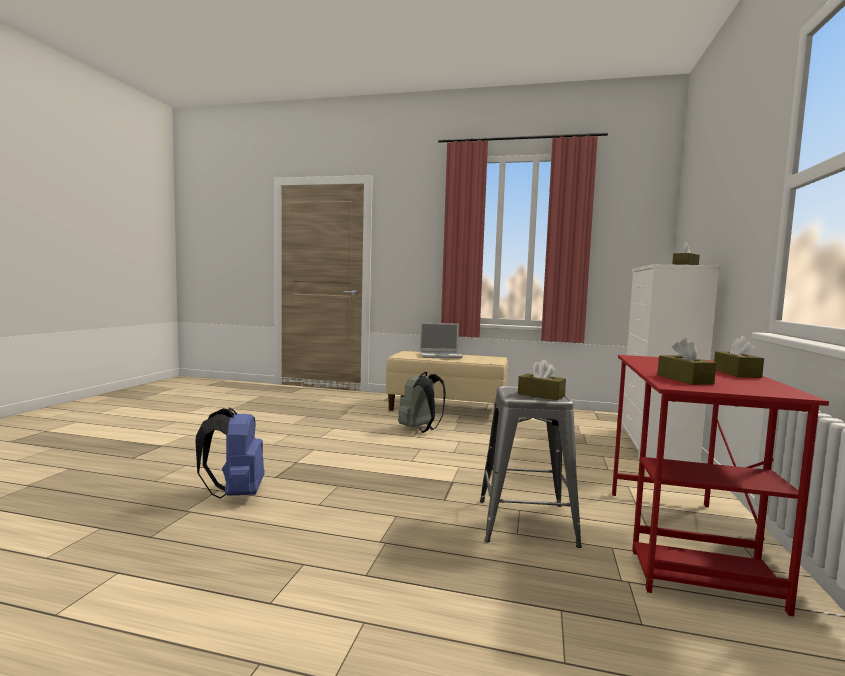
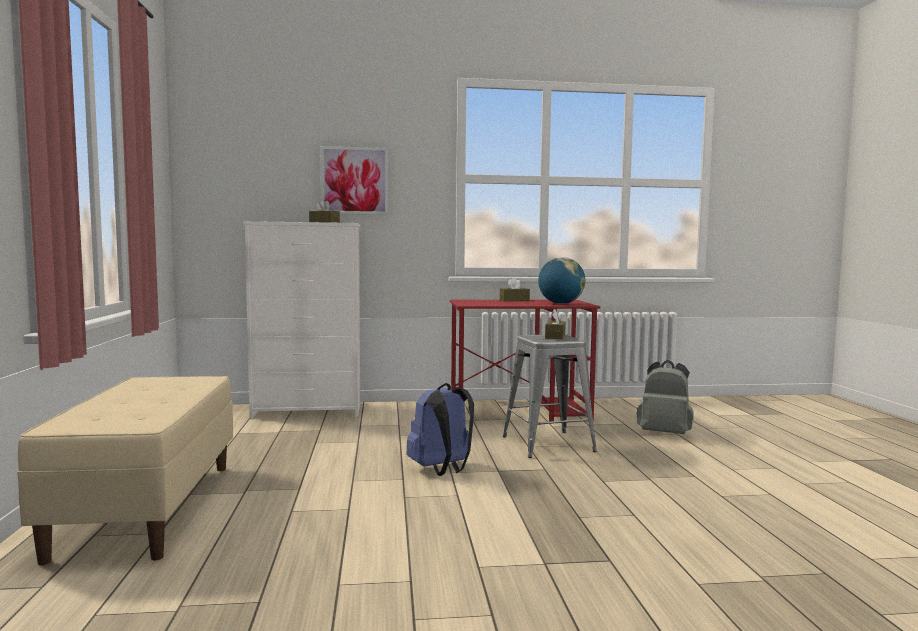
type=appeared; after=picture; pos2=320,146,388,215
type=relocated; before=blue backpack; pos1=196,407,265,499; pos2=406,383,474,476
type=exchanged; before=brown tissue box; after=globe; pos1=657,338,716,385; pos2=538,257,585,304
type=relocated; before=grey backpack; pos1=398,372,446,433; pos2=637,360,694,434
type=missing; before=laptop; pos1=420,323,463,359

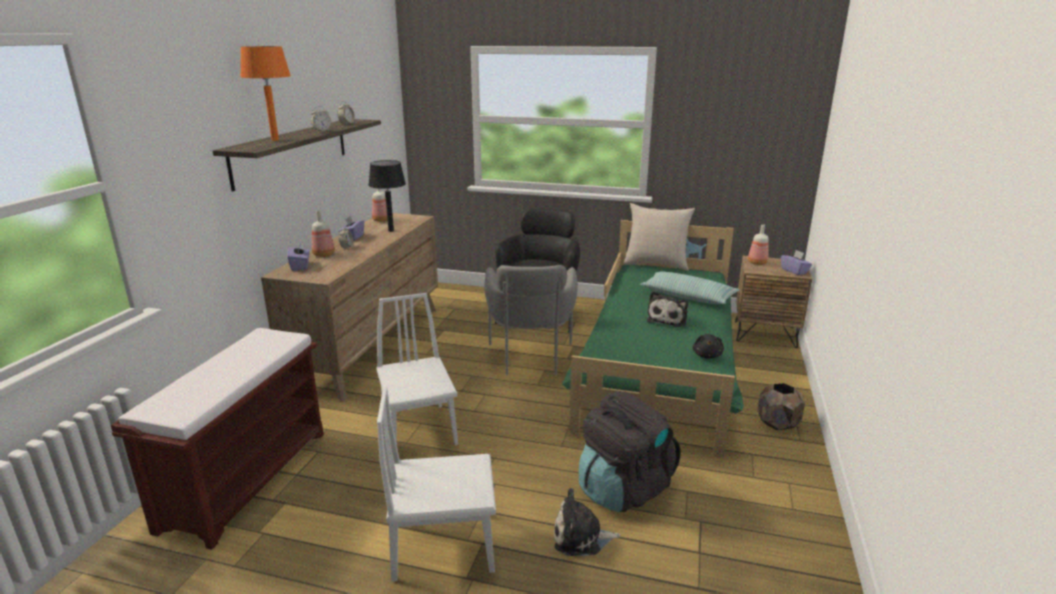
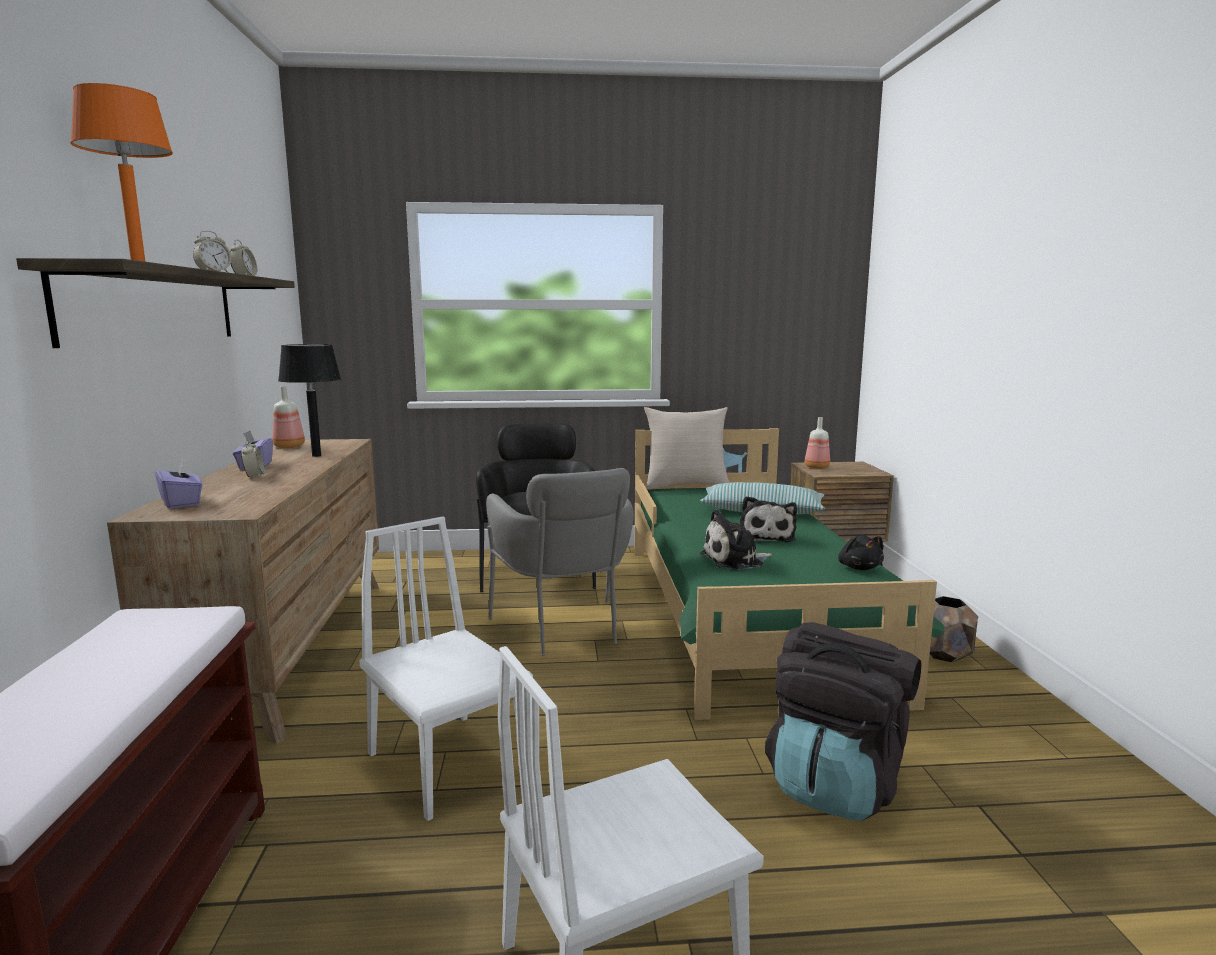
type=relocated; before=plush toy; pos1=554,488,621,556; pos2=700,509,772,570
type=missing; before=bottle; pos1=312,210,335,257
type=missing; before=purple tissue box; pos1=781,250,812,275

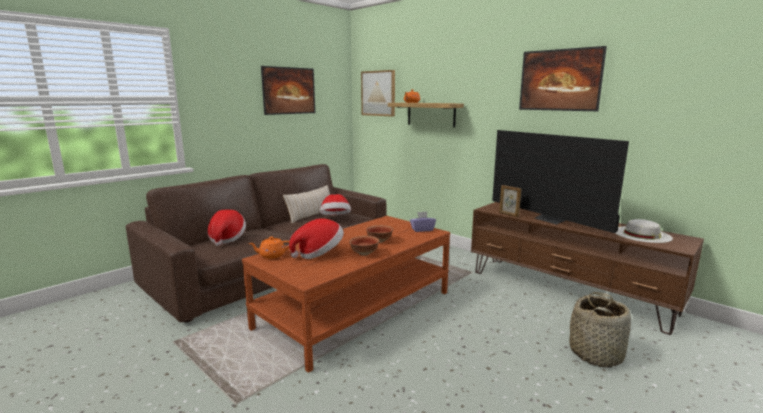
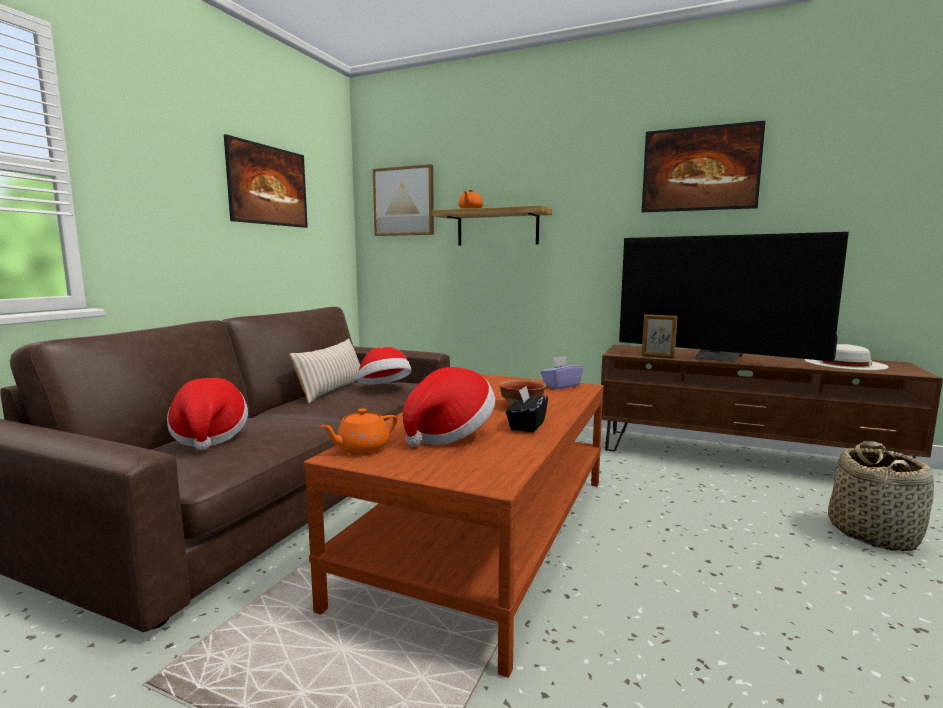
type=exchanged; before=bowl; after=black tissue box; pos1=349,236,379,256; pos2=506,386,548,432

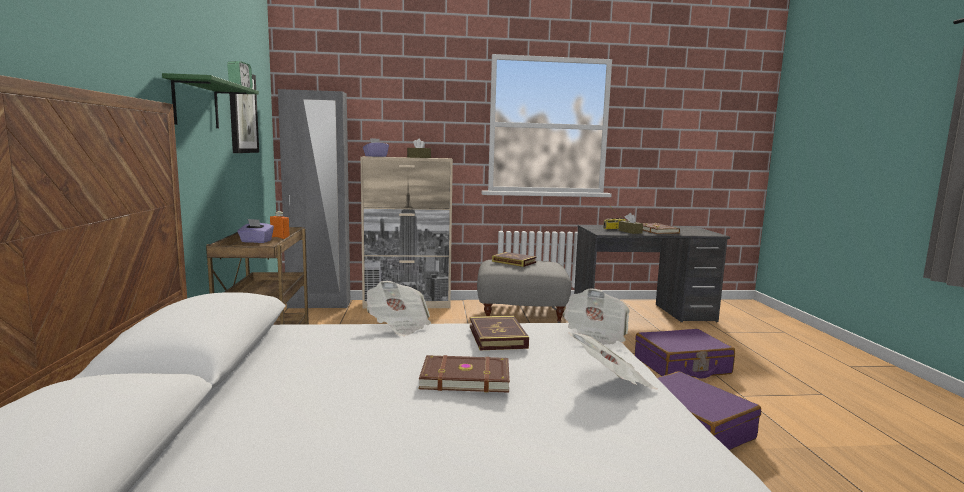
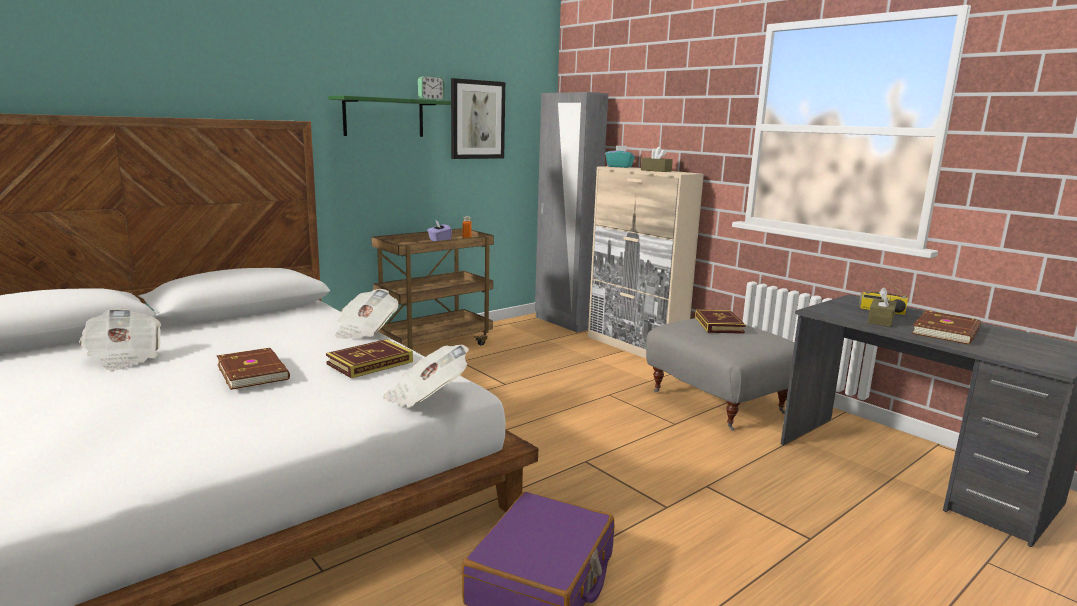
type=relocated; before=newspaper; pos1=569,333,657,389; pos2=79,308,161,371
type=colour; before=purple tissue box; after=turquoise tissue box; pos1=363,138,389,157; pos2=605,145,635,168
type=missing; before=purple suitcase; pos1=635,329,735,379

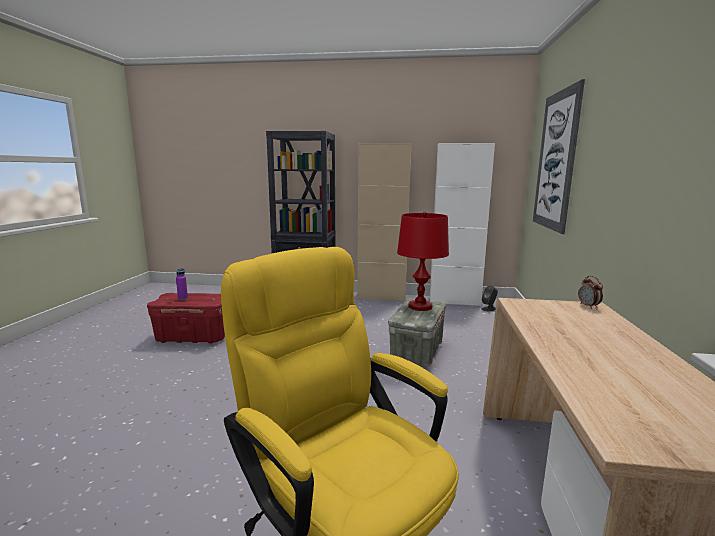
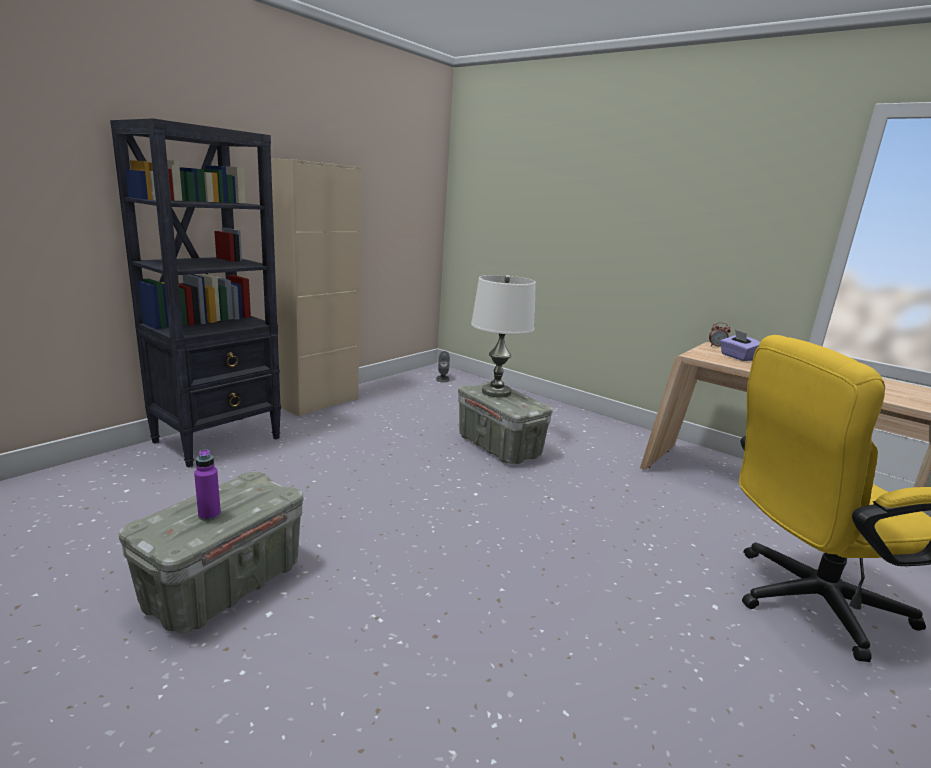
type=colour; before=red storage box; after=grey storage box; pos1=147,293,225,344; pos2=118,471,303,633
type=colour; before=red table lamp; after=white table lamp; pos1=397,212,449,311; pos2=471,275,536,398
type=appeared; after=purple tissue box; pos2=720,330,760,361
type=missing; before=white cabinet; pos1=430,143,495,306
type=missing; before=picture; pos1=533,79,585,234

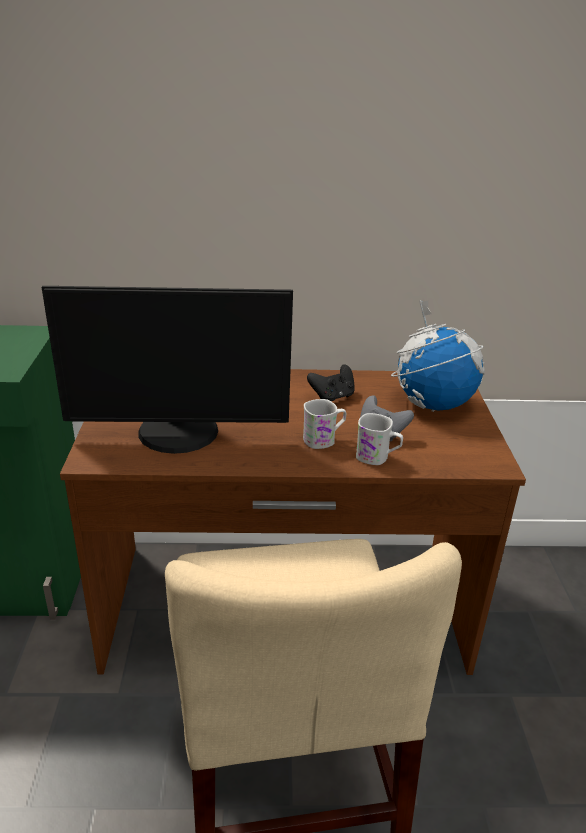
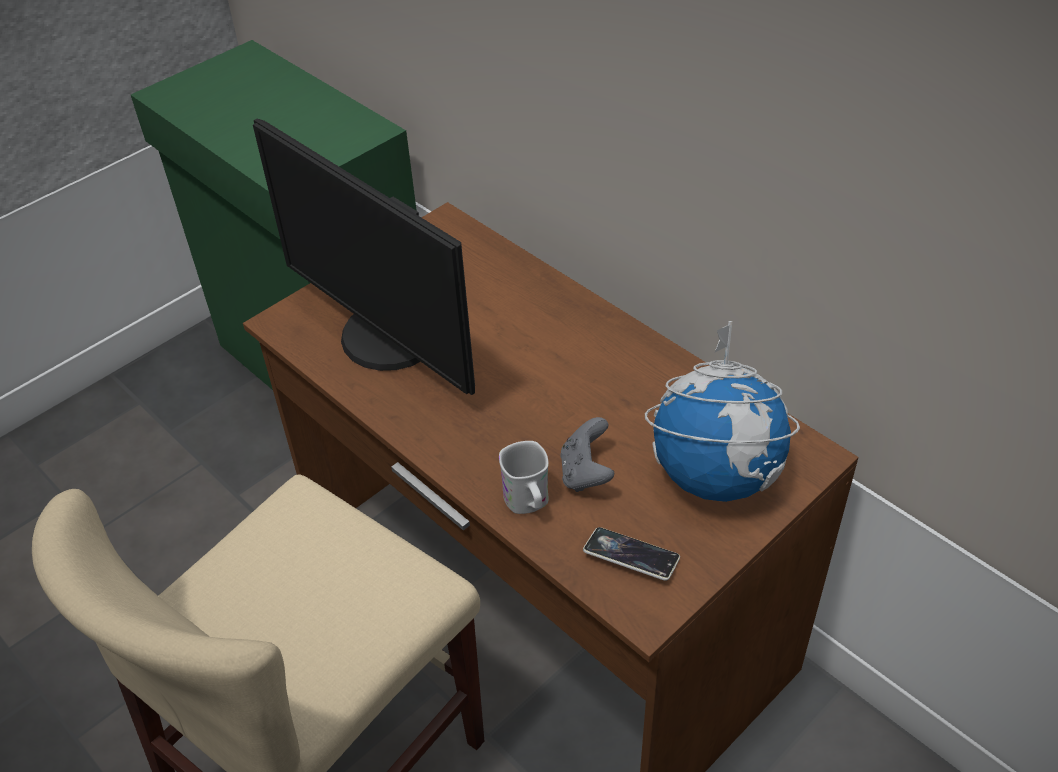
type=appeared; after=phone; pos2=583,527,680,581
type=missing; before=white mug; pos1=303,399,346,449
type=missing; before=black game controller; pos1=307,364,355,401

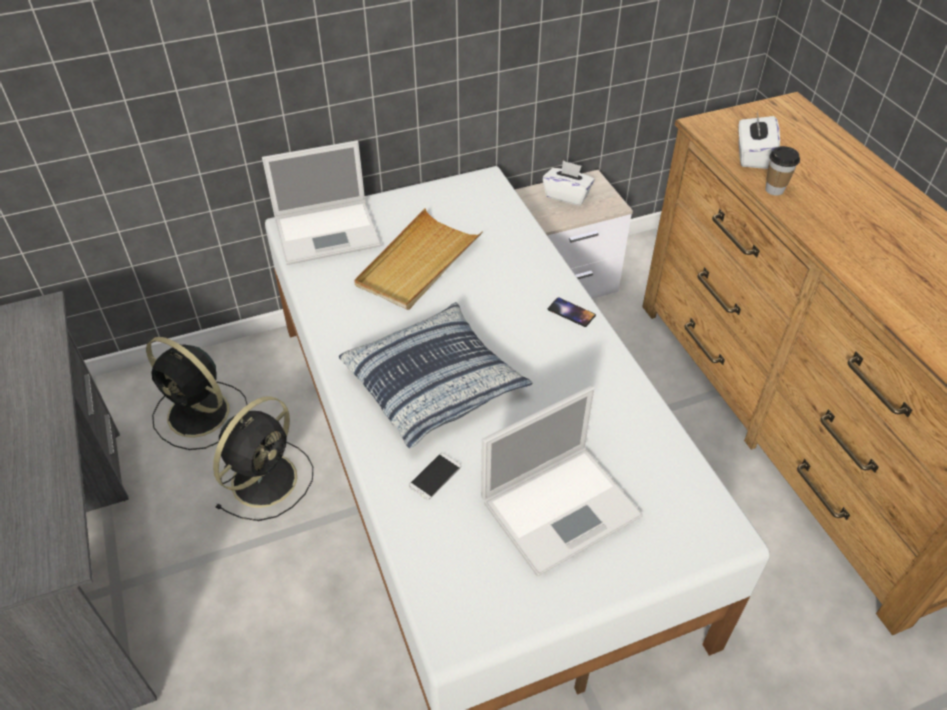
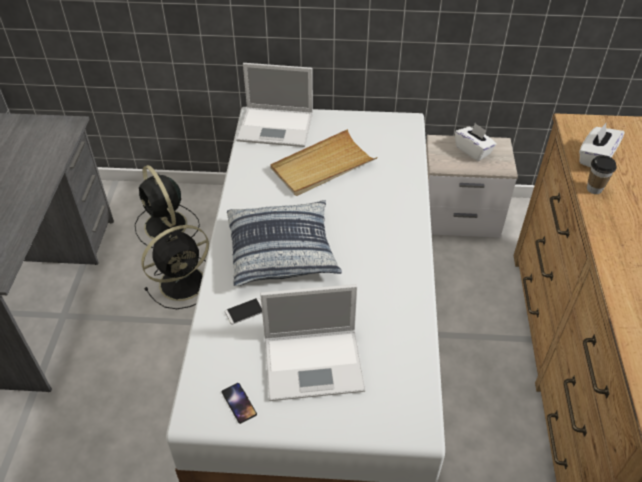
type=relocated; before=phone; pos1=548,297,596,327; pos2=222,383,257,424

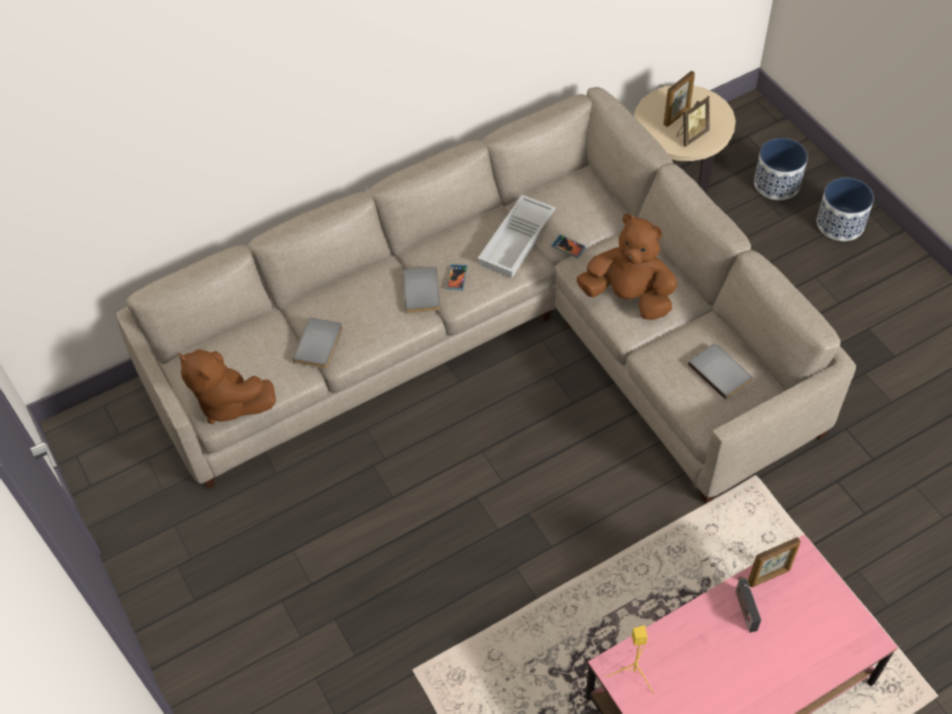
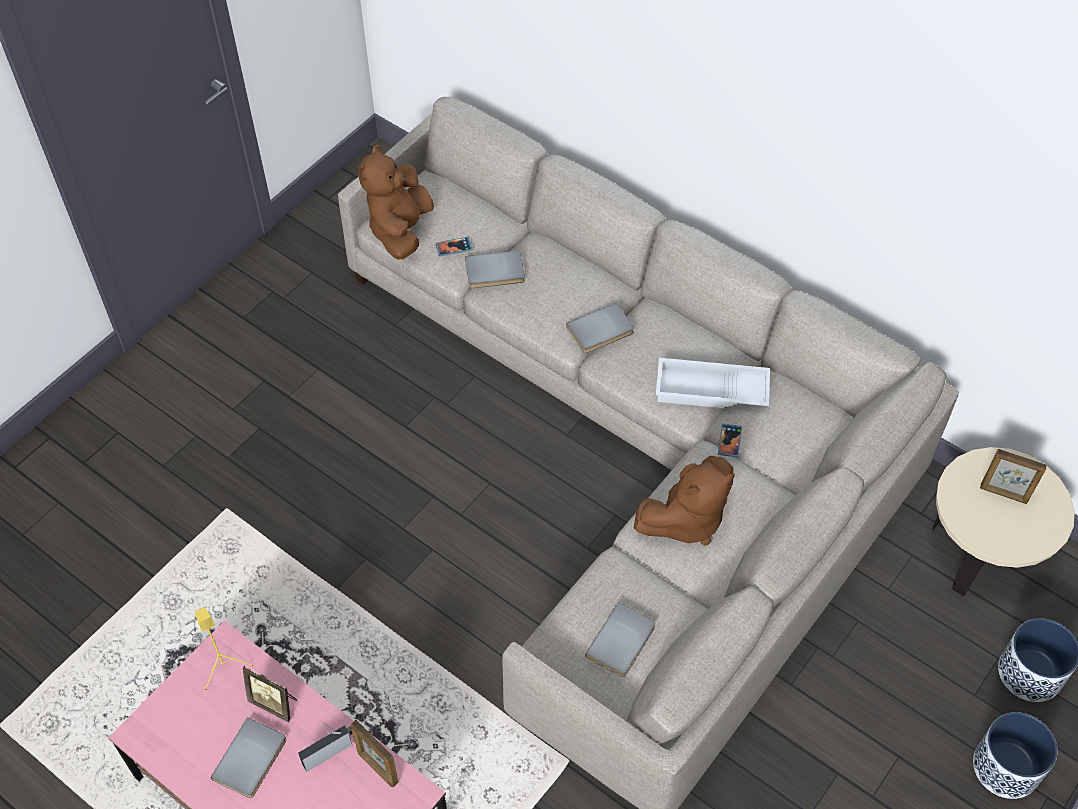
type=appeared; after=grey book; pos2=210,717,286,798
type=relocated; before=picture frame; pos1=676,96,710,147; pos2=243,665,297,722
type=relocated; before=phone; pos1=446,264,467,290; pos2=435,237,473,256
type=spun; before=brown plush toy; pos1=576,214,677,320; pos2=634,456,735,546; turn=60

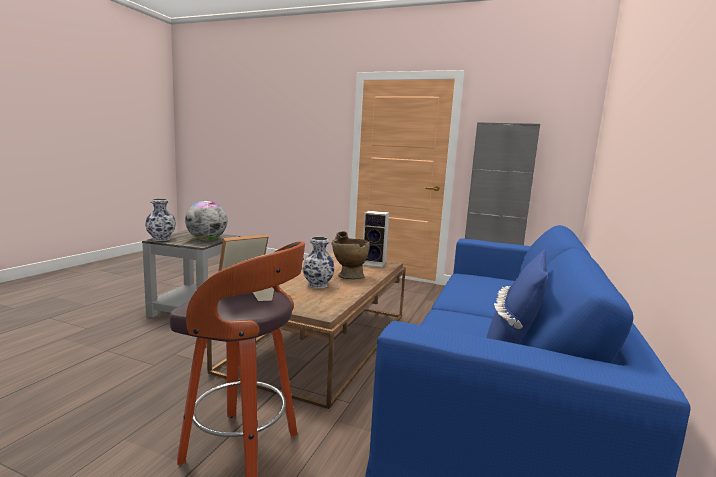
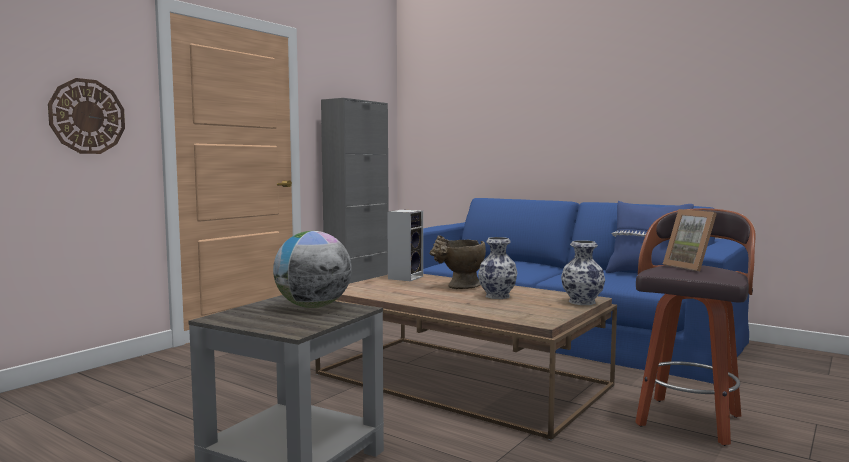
type=appeared; after=wall clock; pos2=48,78,125,154
type=relocated; before=vase; pos1=145,198,176,241; pos2=561,240,605,305

